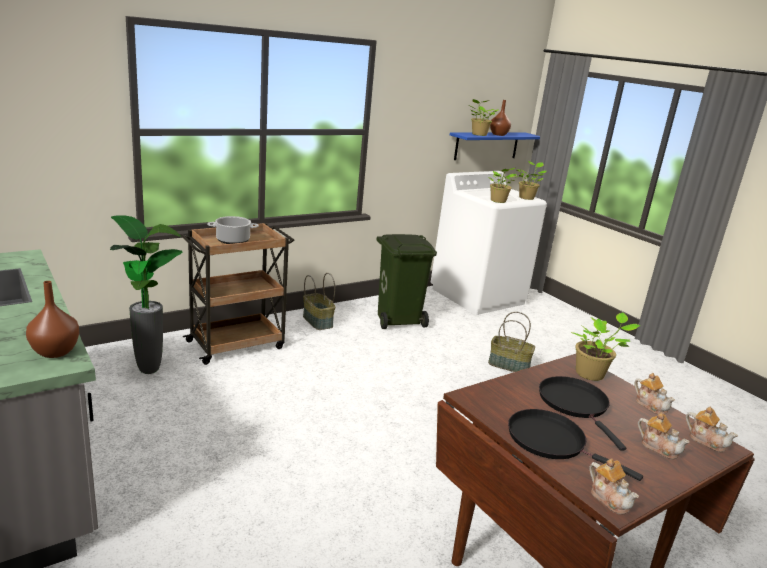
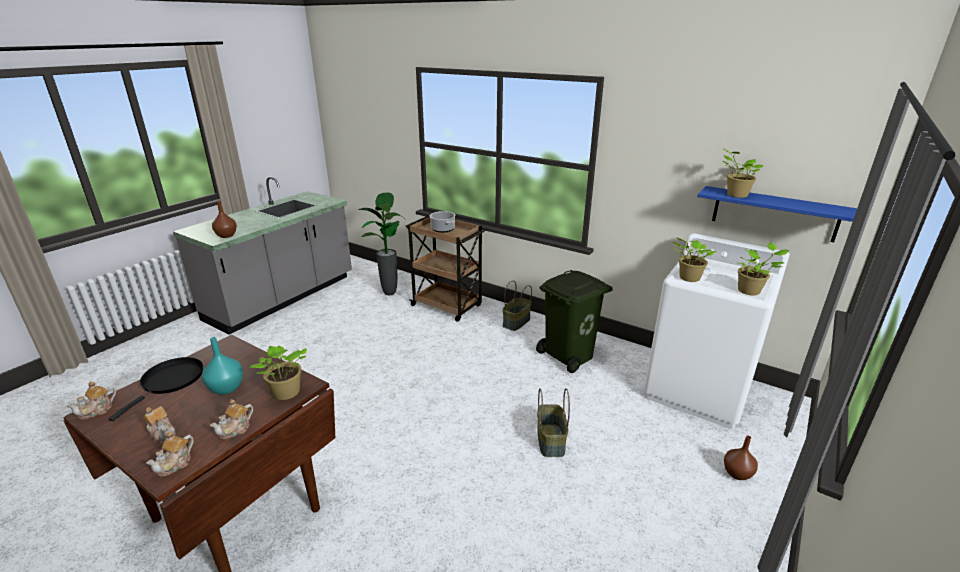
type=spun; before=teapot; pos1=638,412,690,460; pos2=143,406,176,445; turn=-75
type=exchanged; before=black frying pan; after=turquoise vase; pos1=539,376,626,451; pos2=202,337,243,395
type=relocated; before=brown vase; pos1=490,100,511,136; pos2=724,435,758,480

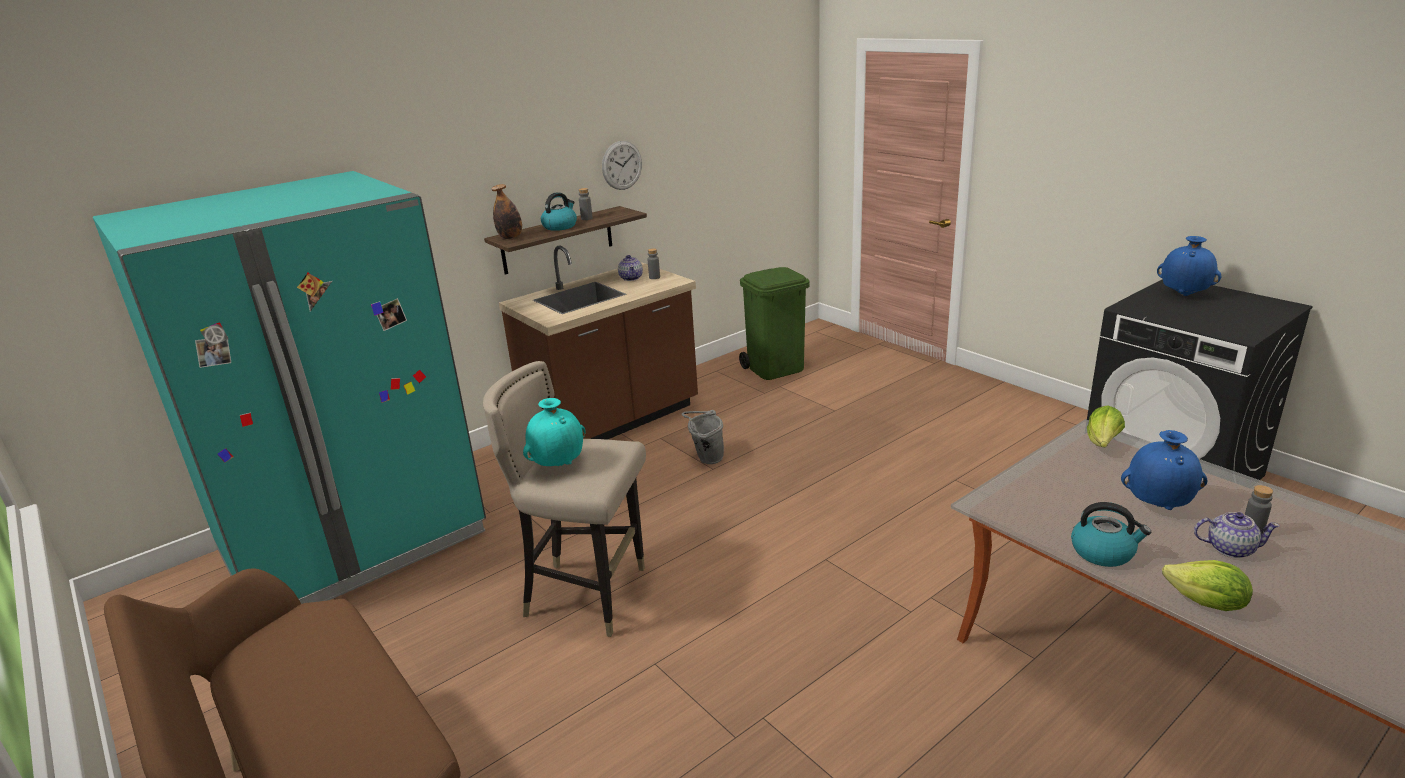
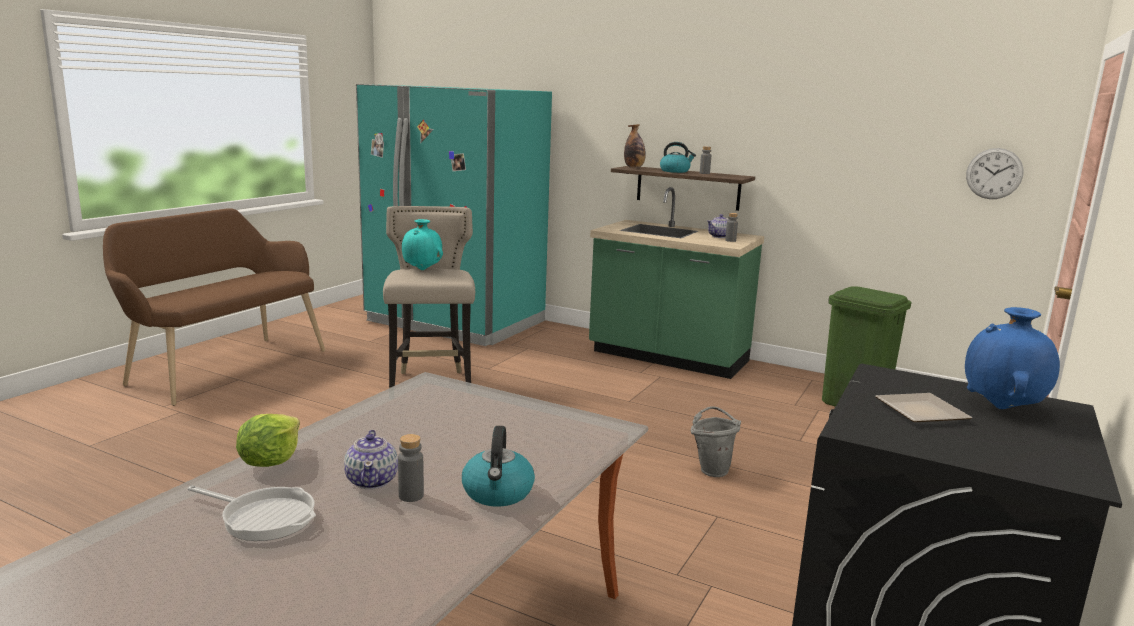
type=appeared; after=frying pan; pos2=188,486,316,541
type=relocated; before=kettle; pos1=1071,502,1151,567; pos2=462,426,535,507
type=colour; before=brown counter; after=green counter; pos1=499,246,698,440; pos2=589,187,764,379
type=relocated; before=grey bucket; pos1=682,410,724,464; pos2=691,406,741,477
type=appeared; after=plate; pos2=875,393,972,422
type=relocated; before=wall clock; pos1=602,141,642,190; pos2=966,148,1024,199
type=missing; before=lettuce; pos1=1087,405,1125,447
type=missing; before=blue vase; pos1=1121,430,1208,510

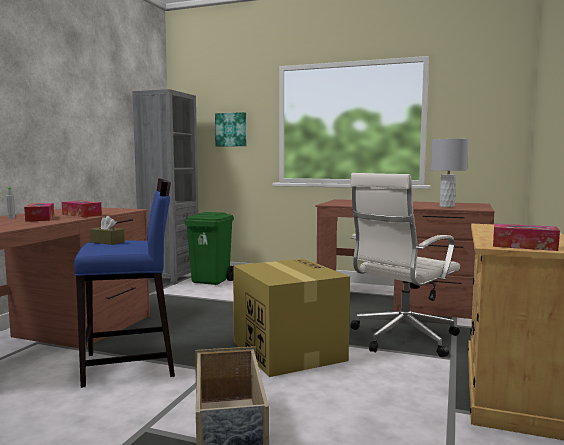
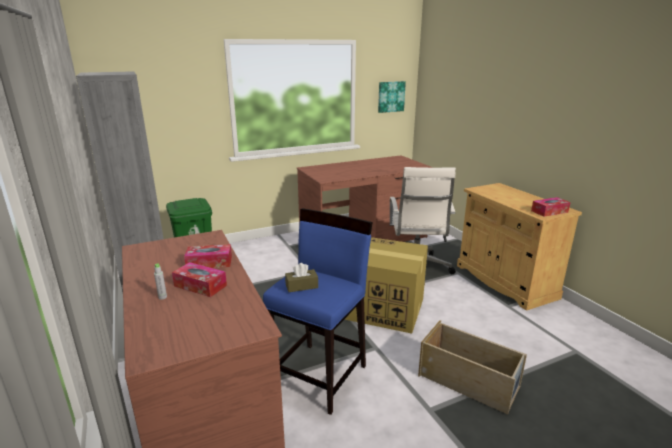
type=relocated; before=picture; pos1=215,112,246,147; pos2=378,81,406,113
type=missing; before=grey table lamp; pos1=431,139,469,207

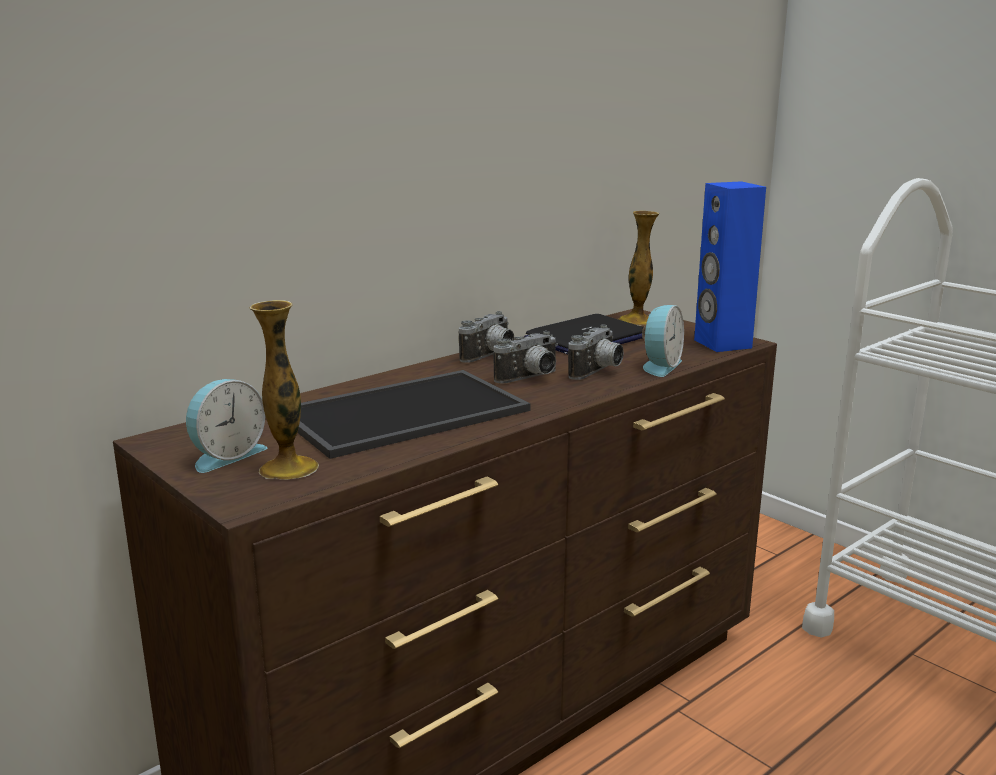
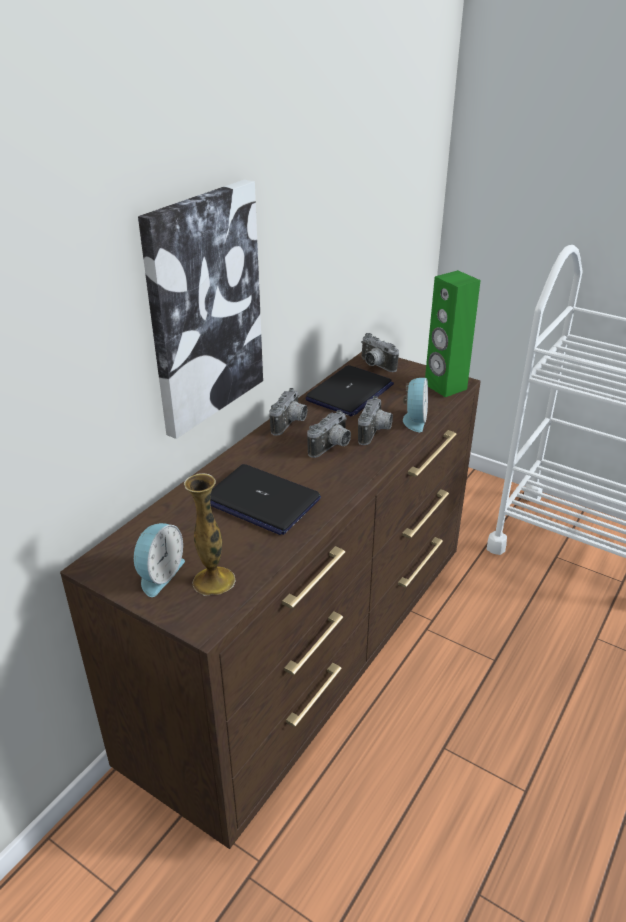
type=appeared; after=picture; pos2=138,180,263,439
type=exchanged; before=tray; after=laptop; pos1=297,370,531,459; pos2=210,464,321,535
type=exchanged; before=vase; after=photo camera; pos1=618,211,660,326; pos2=361,333,399,372
type=colour; before=blue speaker; after=green speaker; pos1=694,181,766,352; pos2=425,270,481,397

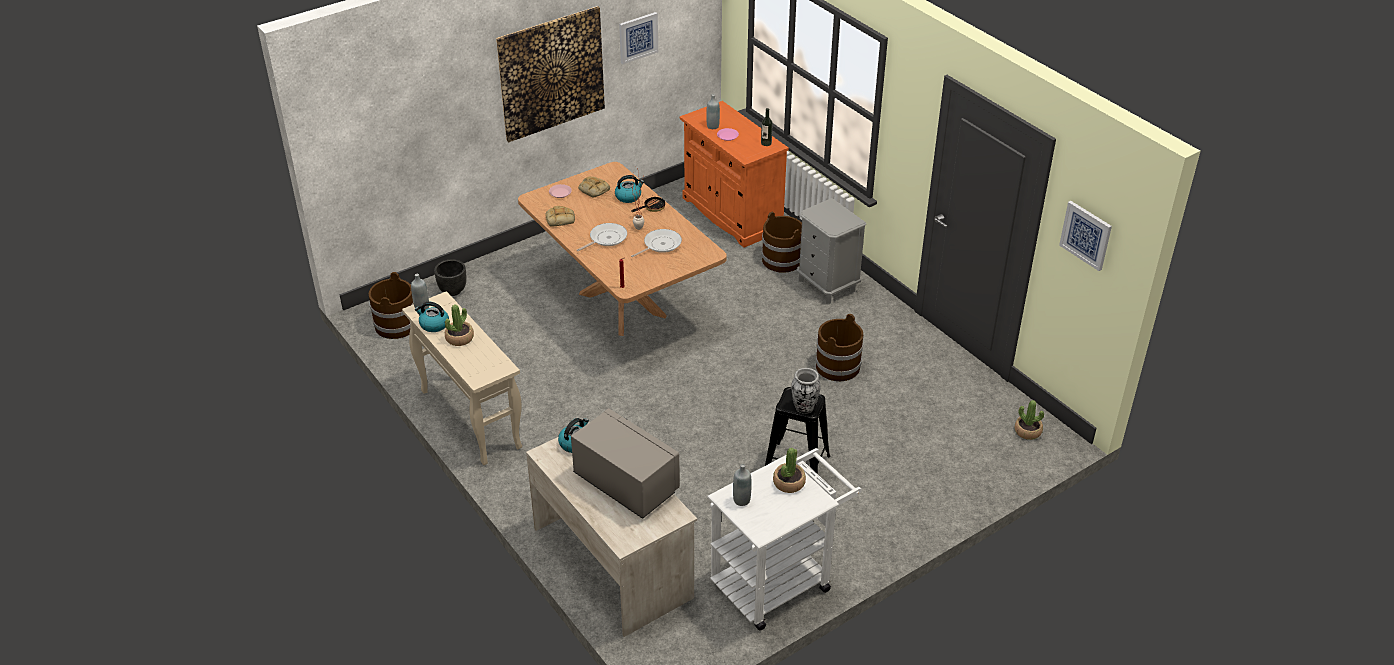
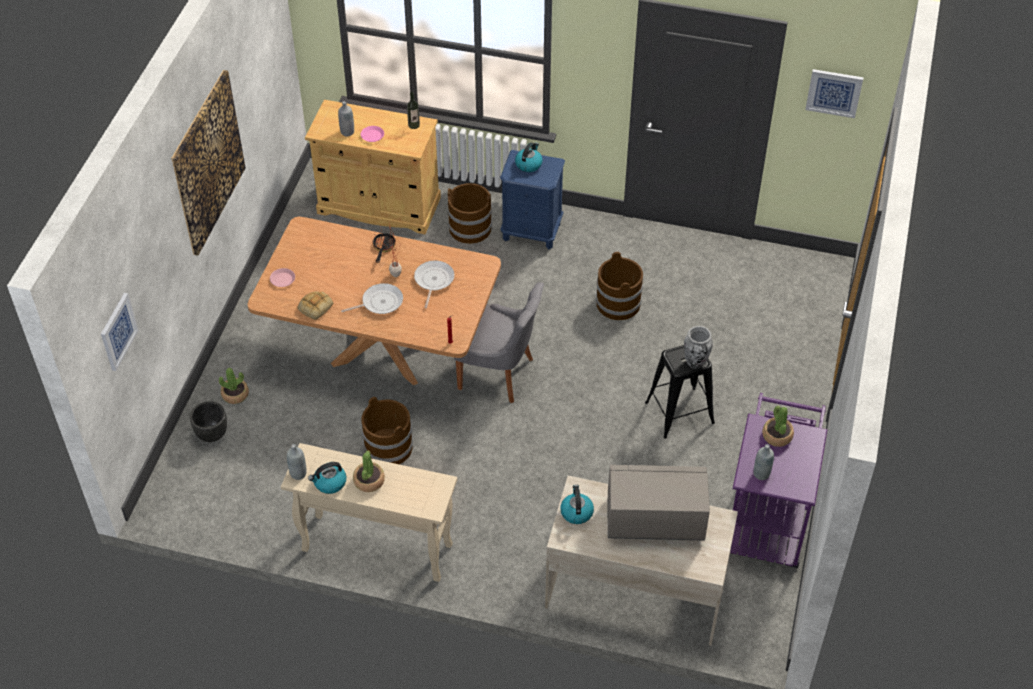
type=relocated; before=picture; pos1=619,12,658,64; pos2=101,293,138,371
type=relocated; before=potted plant; pos1=1015,400,1044,440; pos2=219,368,249,404
type=colour; before=orange cabinet; after=beige cabinet; pos1=680,101,789,247; pos2=305,100,441,234
type=spun; before=frying pan; pos1=577,223,627,251; pos2=341,283,403,314; turn=60
type=relocated; before=brown bucket; pos1=369,272,413,339; pos2=361,397,413,464
type=appeared; after=grey chair; pos2=454,282,544,403
type=colour; before=grey nightstand; after=blue nightstand; pos1=797,198,866,304; pos2=500,150,565,250
type=relocated; before=kettle; pos1=615,175,644,203; pos2=515,142,543,172
type=colour; before=white cart; after=purple cart; pos1=707,448,862,631; pos2=730,393,828,568
type=missing; before=bread; pos1=578,176,610,198

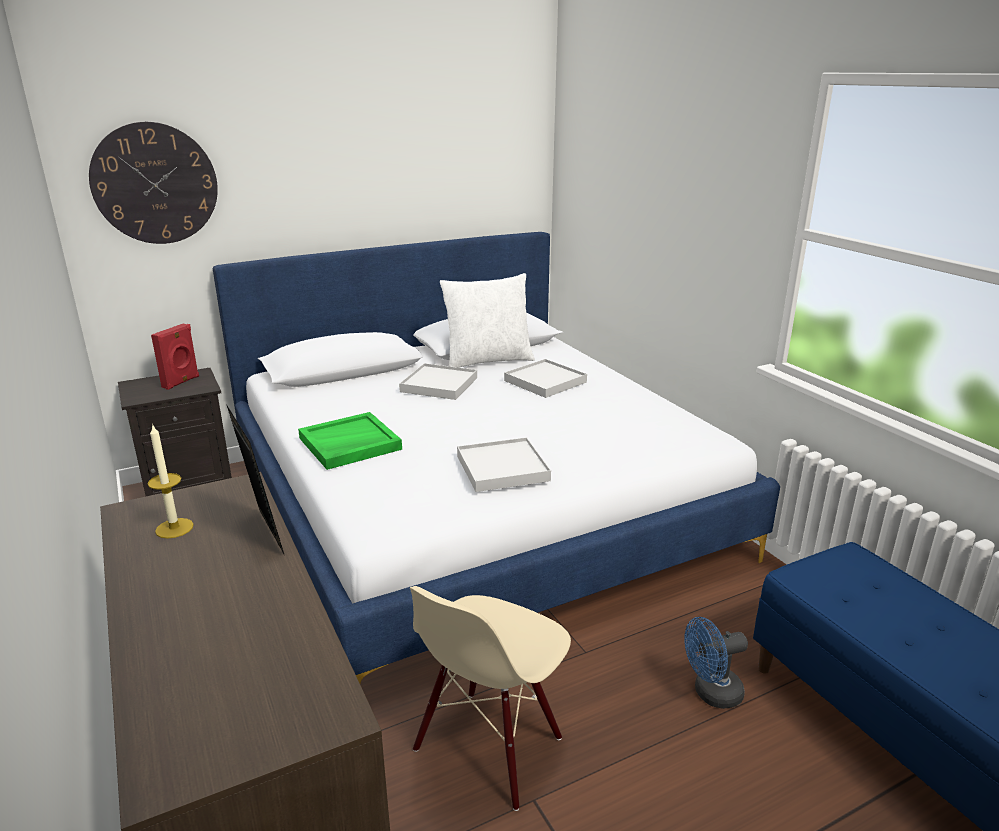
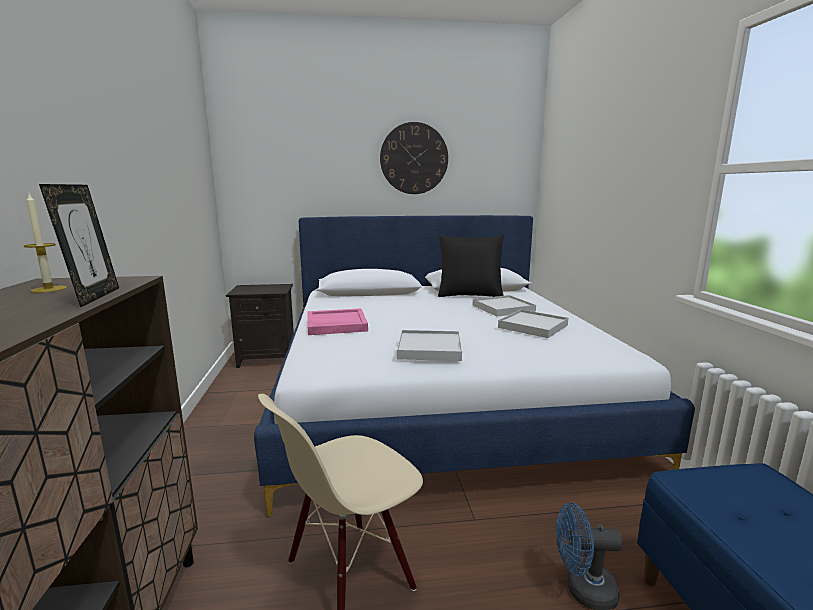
type=colour; before=green tray; after=pink tray; pos1=298,412,402,470; pos2=307,308,368,335
type=relocated; before=wall clock; pos1=89,122,218,244; pos2=380,122,448,194
type=colour; before=white pillow; after=black pillow; pos1=440,273,535,367; pos2=438,235,504,297
type=relocated; before=white tray; pos1=399,363,477,400; pos2=498,310,569,338
type=missing; before=red speaker; pos1=151,324,199,390

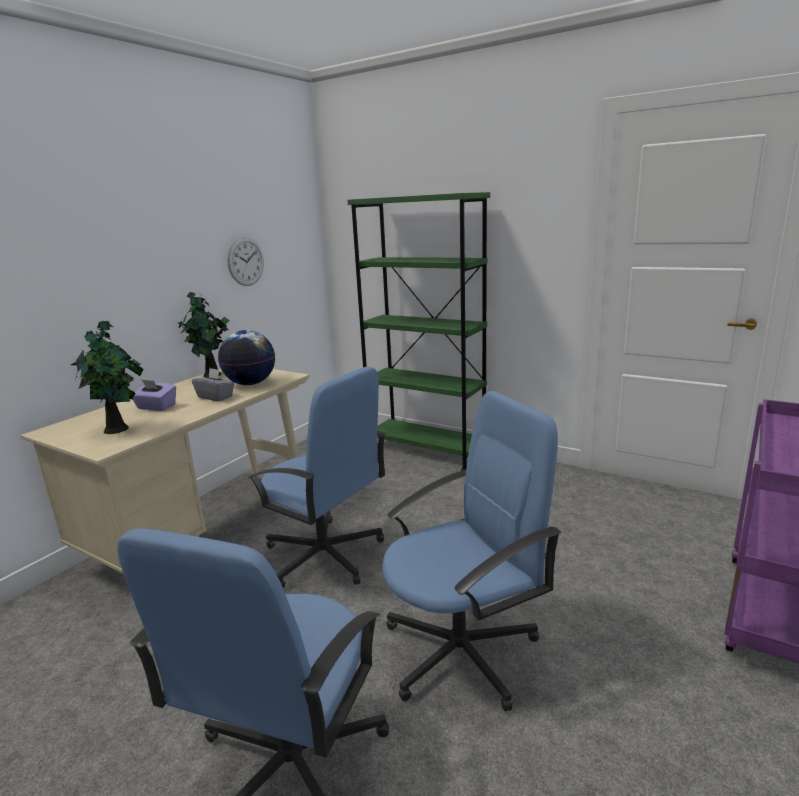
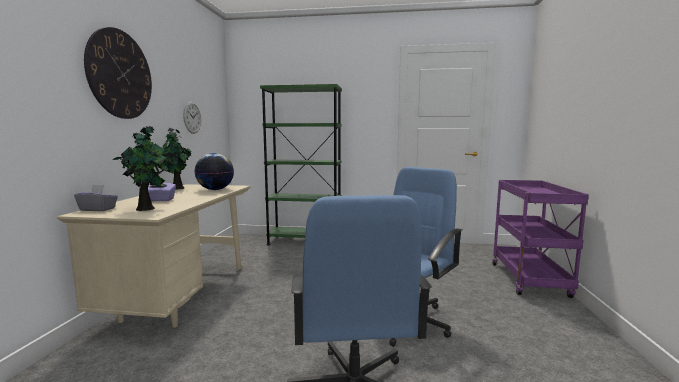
type=relocated; before=grey tissue box; pos1=192,368,235,401; pos2=74,185,118,211
type=appeared; after=wall clock; pos2=84,27,152,119
type=missing; before=blue office chair; pos1=248,367,386,588

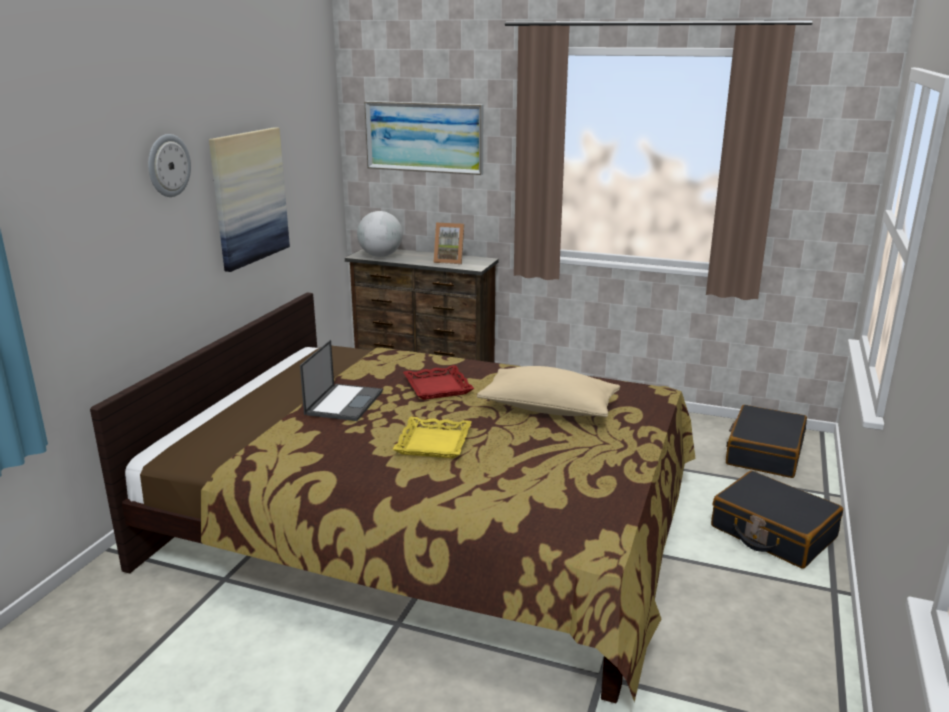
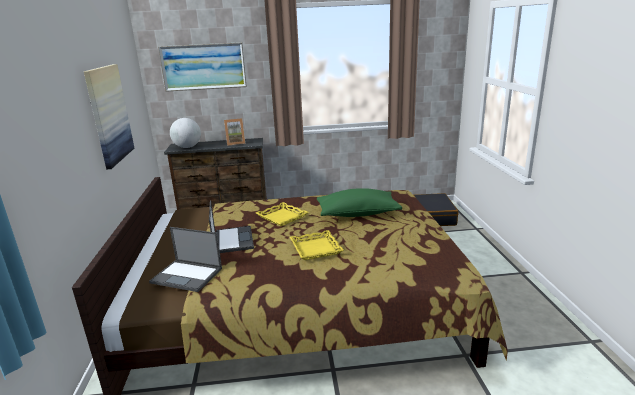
type=appeared; after=laptop; pos2=149,227,222,292
type=colour; before=red tray; after=yellow tray; pos1=403,365,474,400; pos2=256,202,309,226
type=colour; before=beige pillow; after=green pillow; pos1=477,366,620,417; pos2=317,188,402,217
type=missing; before=wall clock; pos1=148,134,191,197
type=missing; before=black suitcase; pos1=711,471,843,569

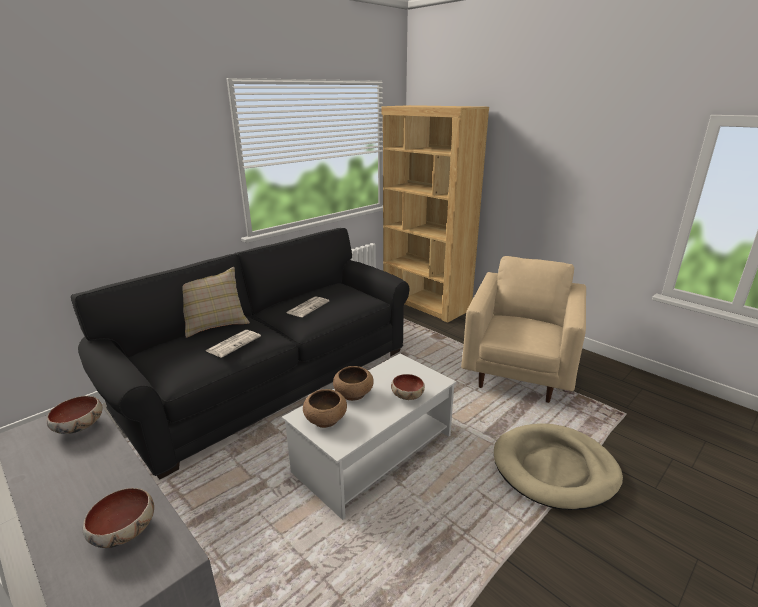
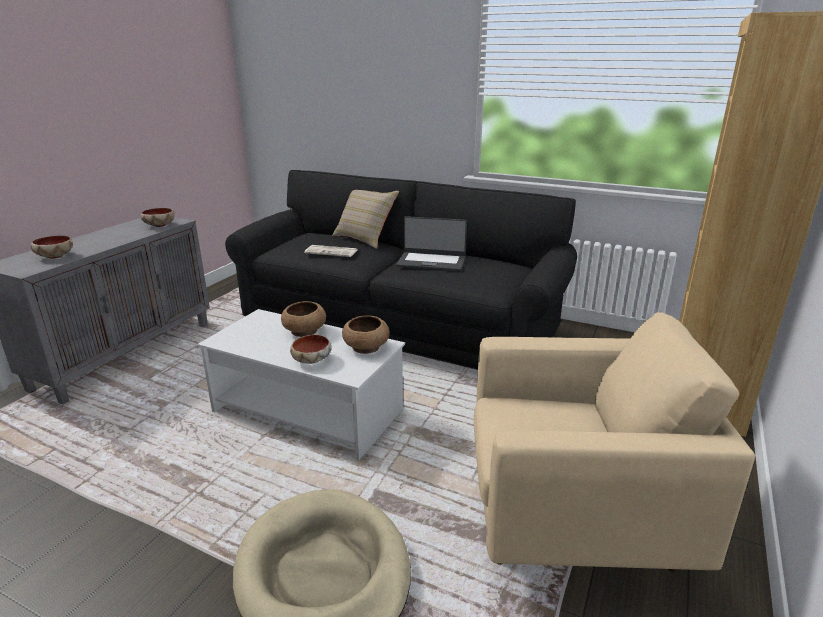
type=relocated; before=brown bowl; pos1=303,389,347,428; pos2=342,316,390,354
type=exchanged; before=newspaper; after=laptop; pos1=286,296,329,317; pos2=396,216,467,271

